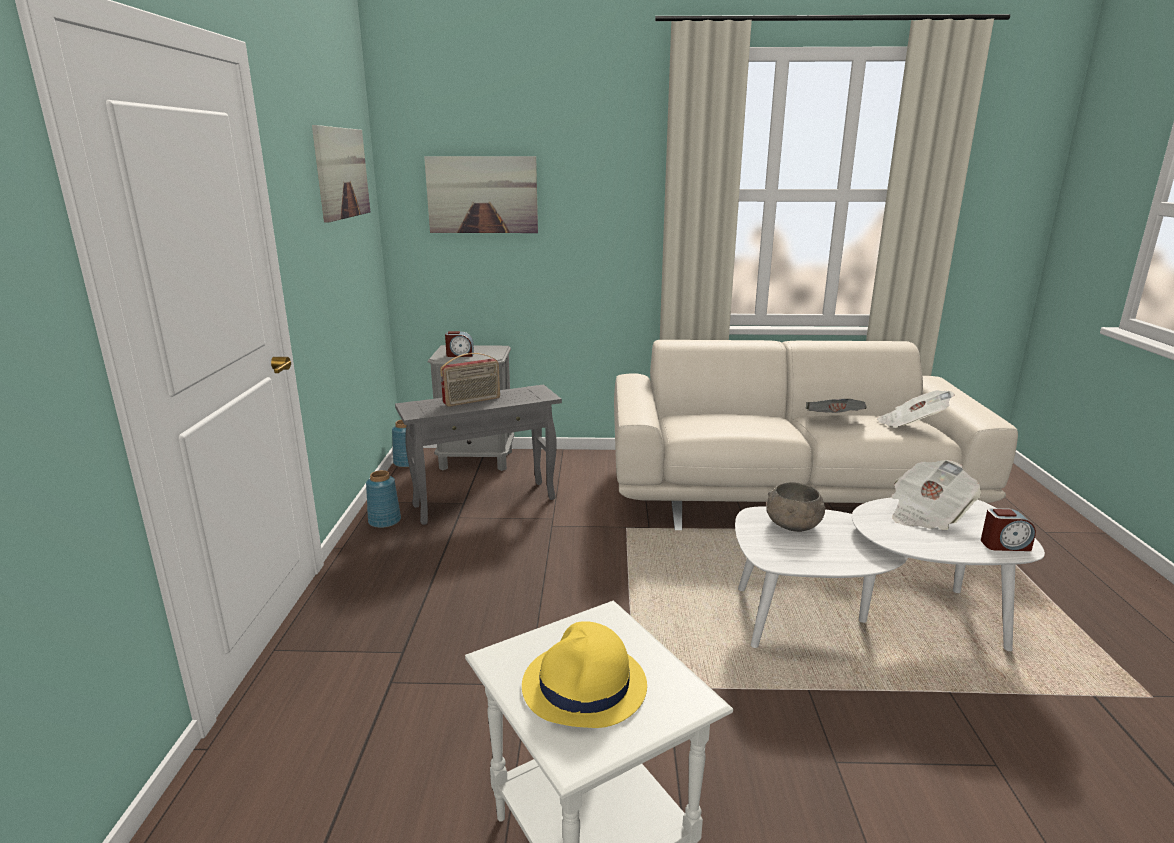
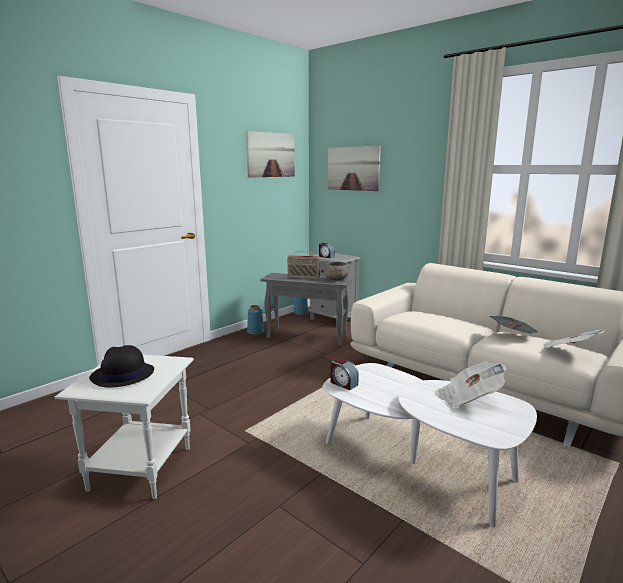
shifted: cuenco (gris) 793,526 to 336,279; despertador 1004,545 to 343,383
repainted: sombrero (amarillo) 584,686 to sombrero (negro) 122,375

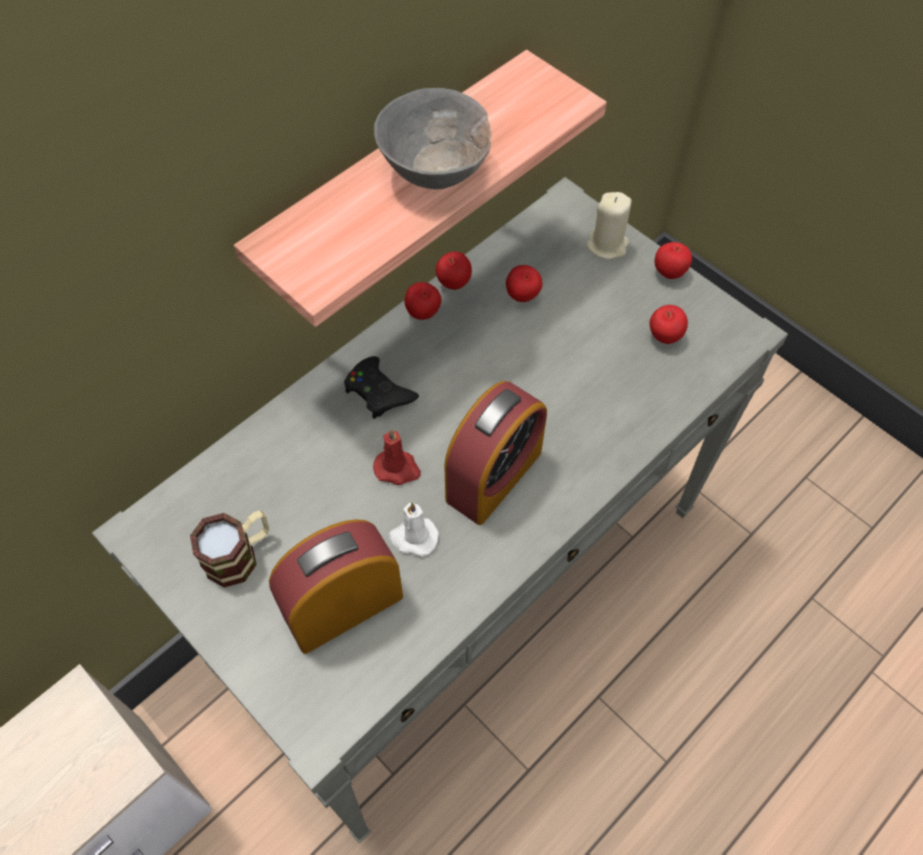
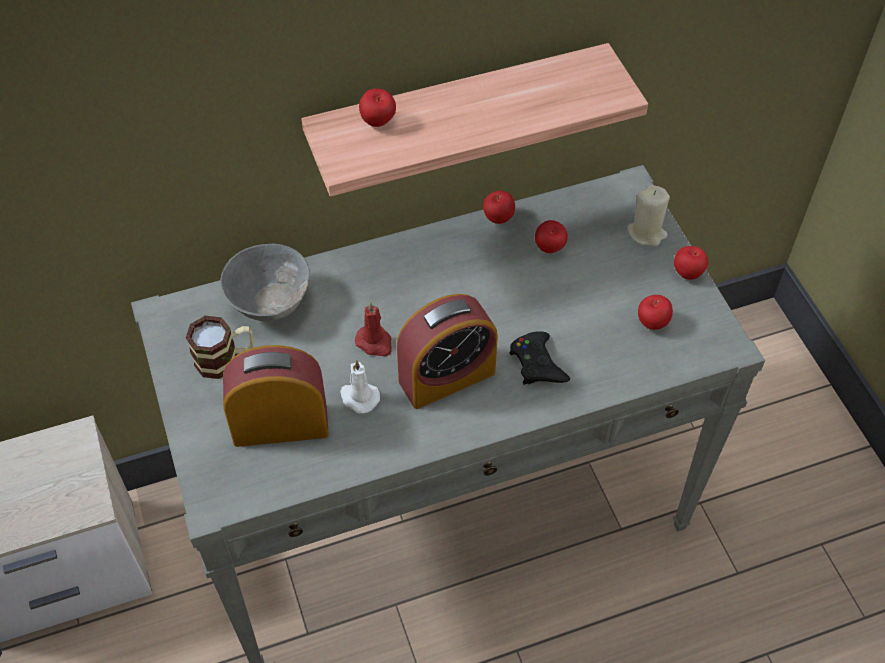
shifted: mando de consola (negro) 378,392 to 537,363; cuenco (gris) 436,173 to 271,305; manzana 423,314 to 378,123

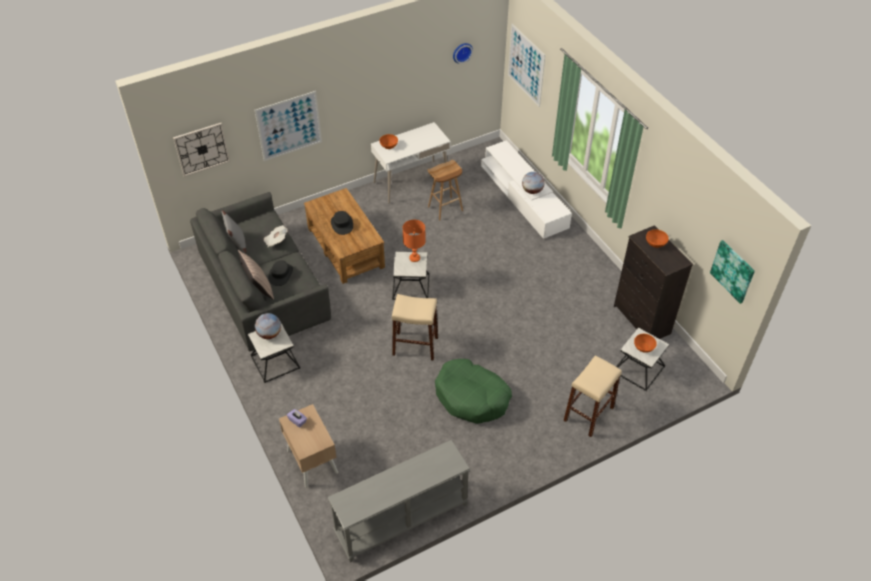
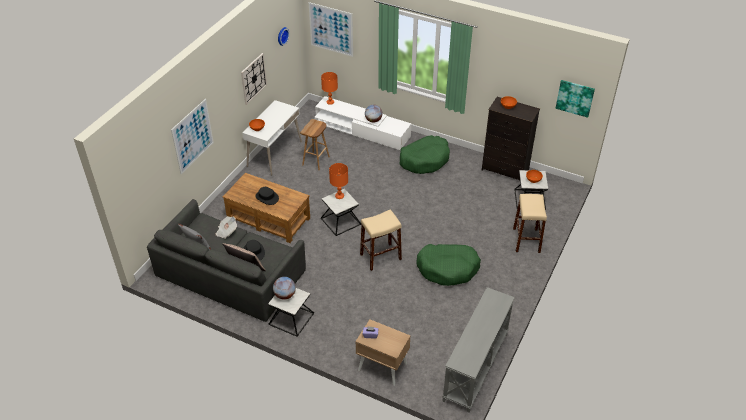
new: lámpara de mesa (naranja) 330,102; cama para perro (verde) 424,160
shifted: reloj de pared 202,149 to 253,78

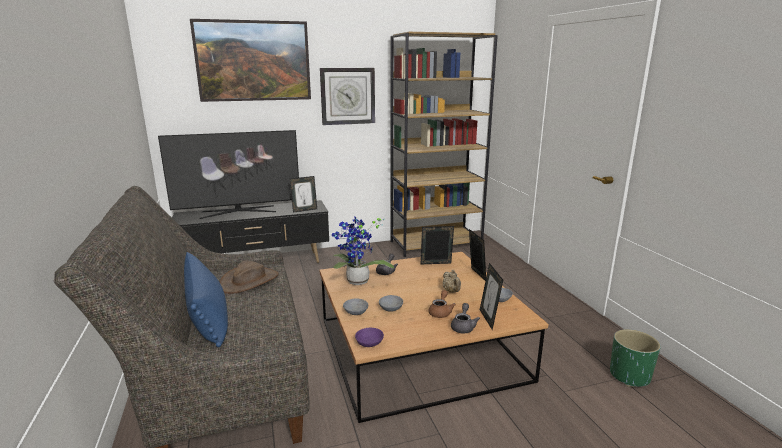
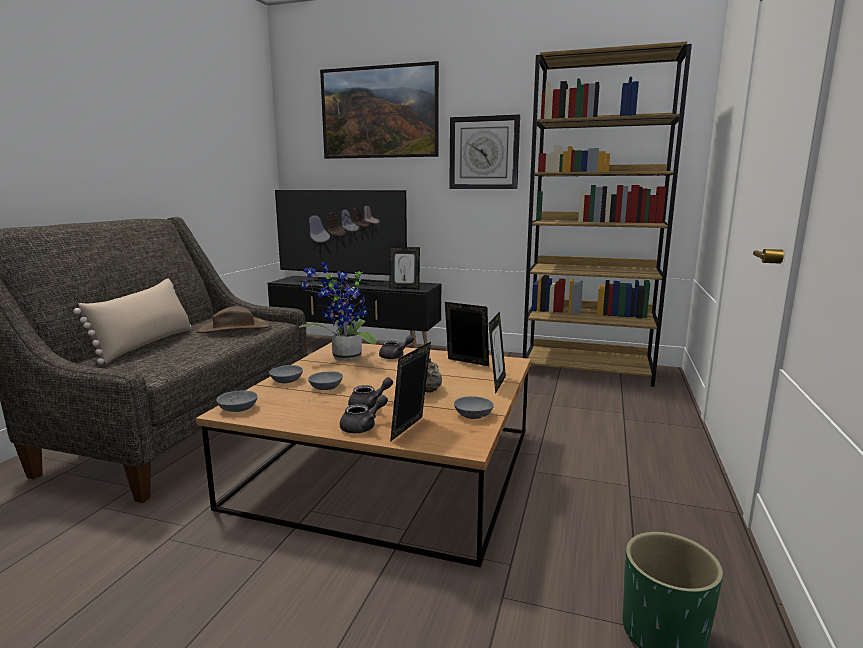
repainted: cojín (azul) 208,317 to cojín (beis) 146,344; cuenco (morado) 369,343 to cuenco (gris) 237,409; tetera (marrón) 440,312 to tetera (gris) 370,406

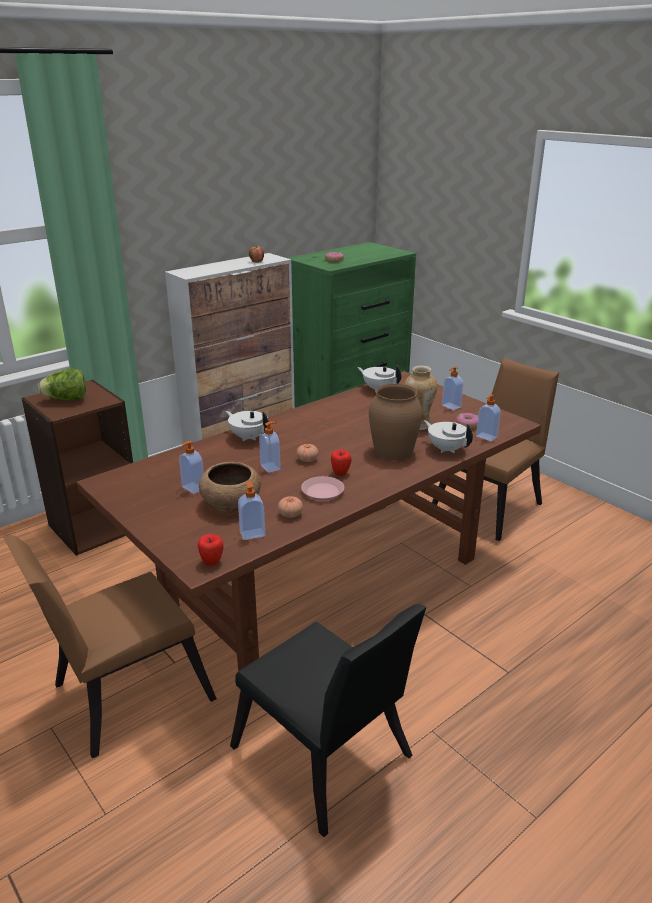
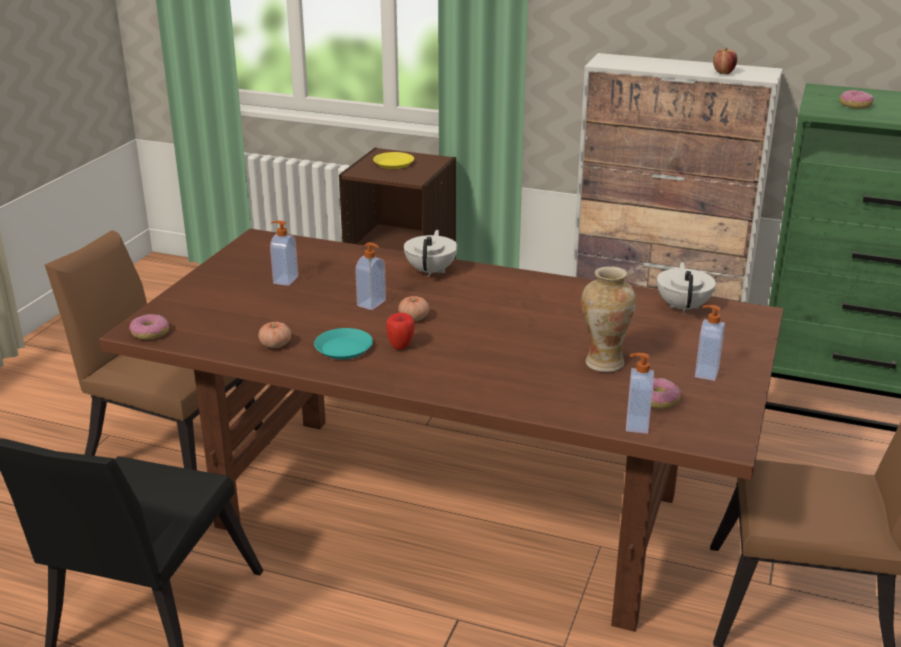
gone: cuenco (marrón) 232,503; dispensador de jabón 252,533; florero (marrón) 393,451; tetera (blanco) 446,449
swapped: lechuga 66,399 to plato (amarillo) 394,164; manzana 212,562 to rosquilla 150,333
repainted: plato (rosa) 322,491 to plato (turquesa) 344,348

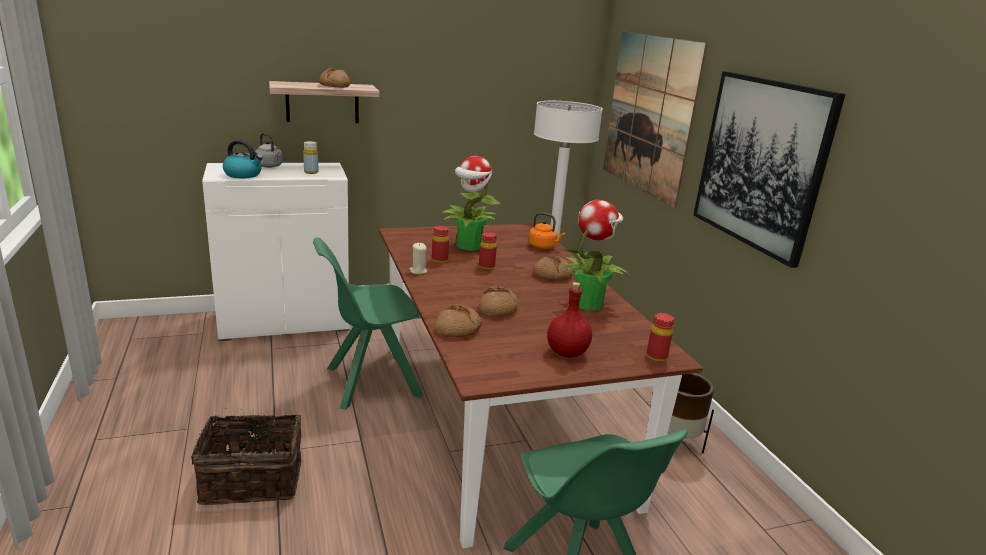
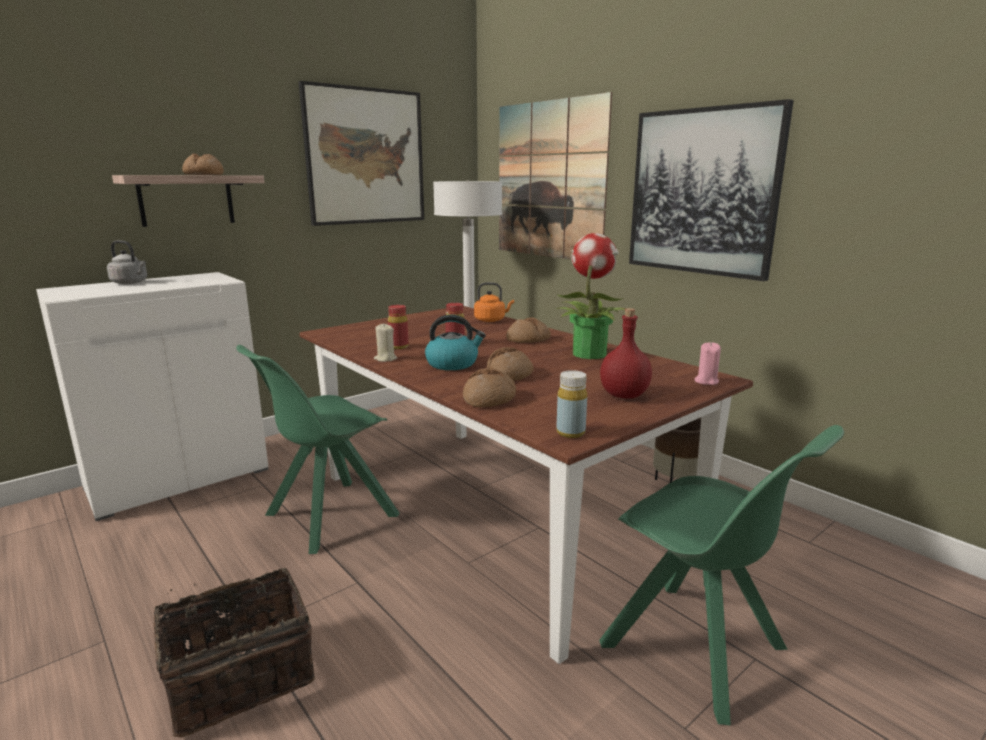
gone: planta en maceta 468,246
new: cuadro 365,157
shifted: hervidor 243,175 to 453,364; botella (amarillo) 311,172 to 570,433
swapped: botella (rojo) 656,357 to vela (rosa) 706,381

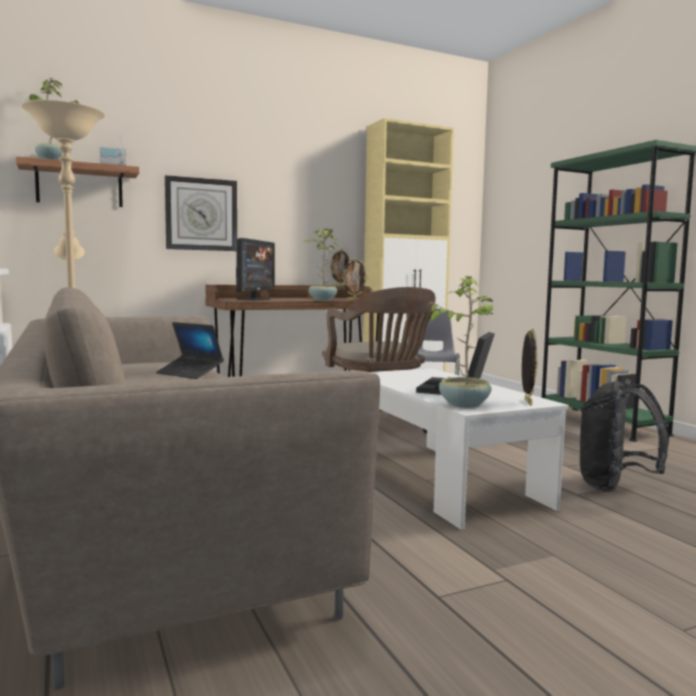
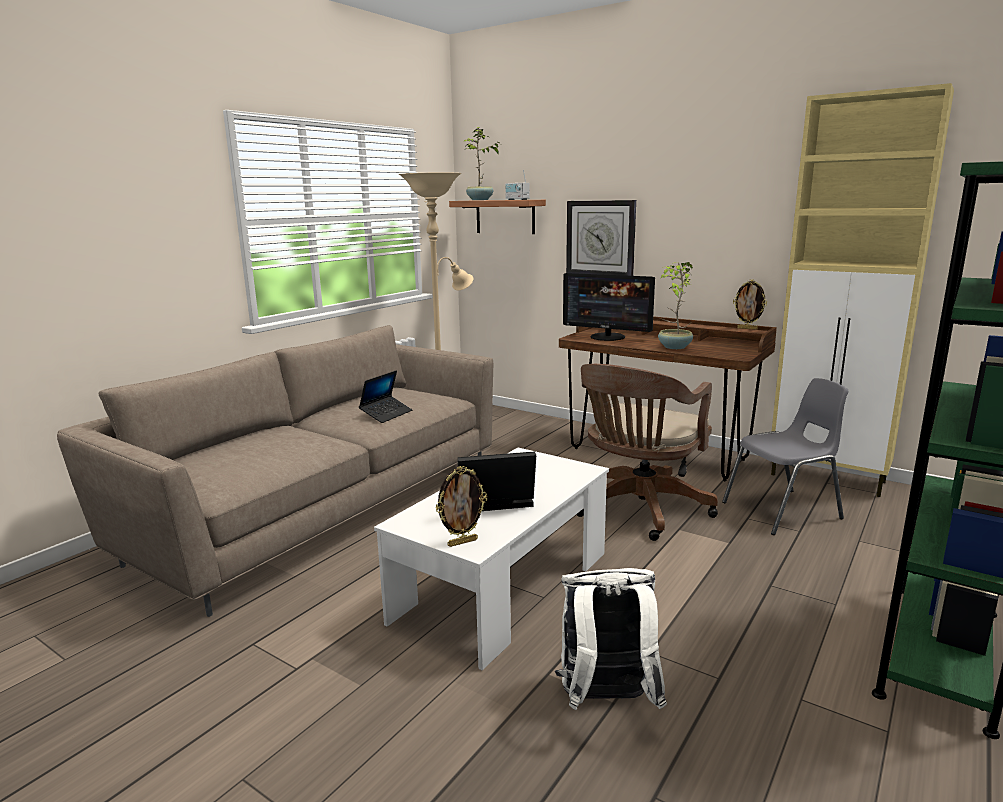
gone: portarretratos 354,300; planta en maceta 464,404
repainted: mochila (negro) 615,487 to mochila (blanco) 606,701
rotated: portátil 190,373 = 386,414 150 degrees counterclockwise; monitor 254,299 = 607,337 45 degrees clockwise

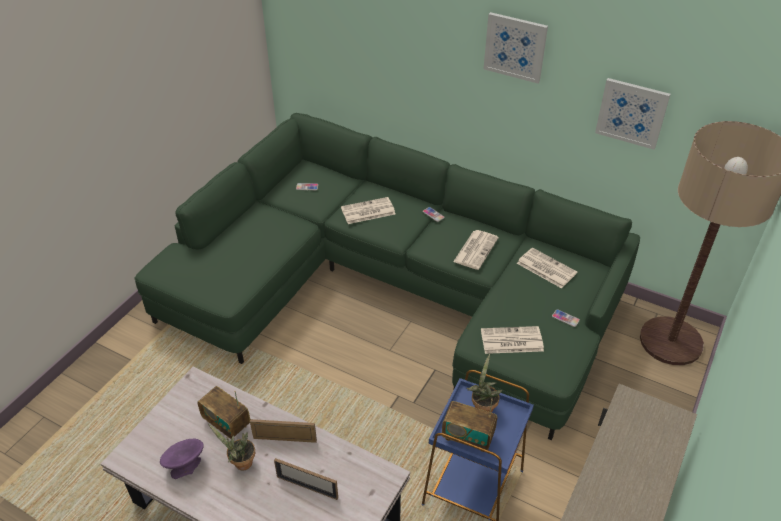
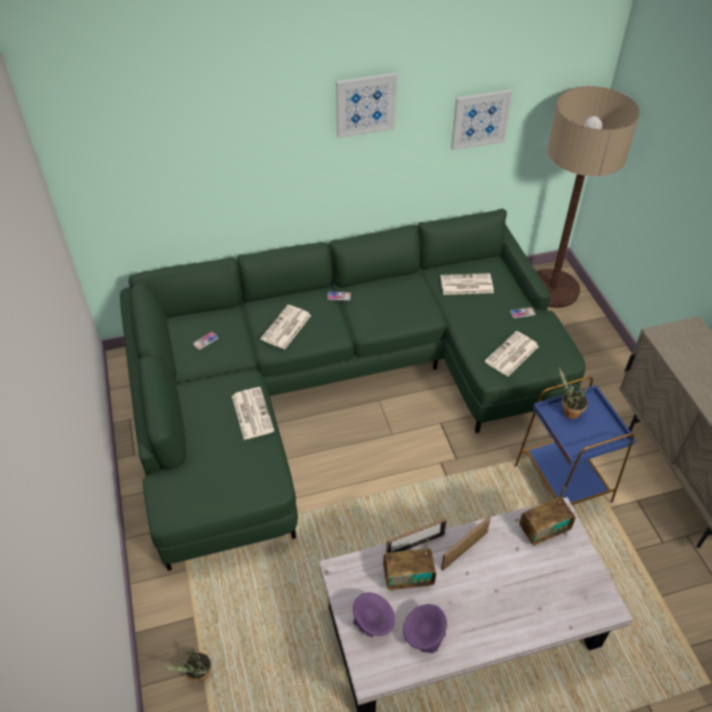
new: cuenco (morado) 373,623
shifted: planta en maceta 240,463 to 198,676; portarretratos 307,487 to 415,545; radio 468,437 to 543,530; periódico 475,249 to 252,413

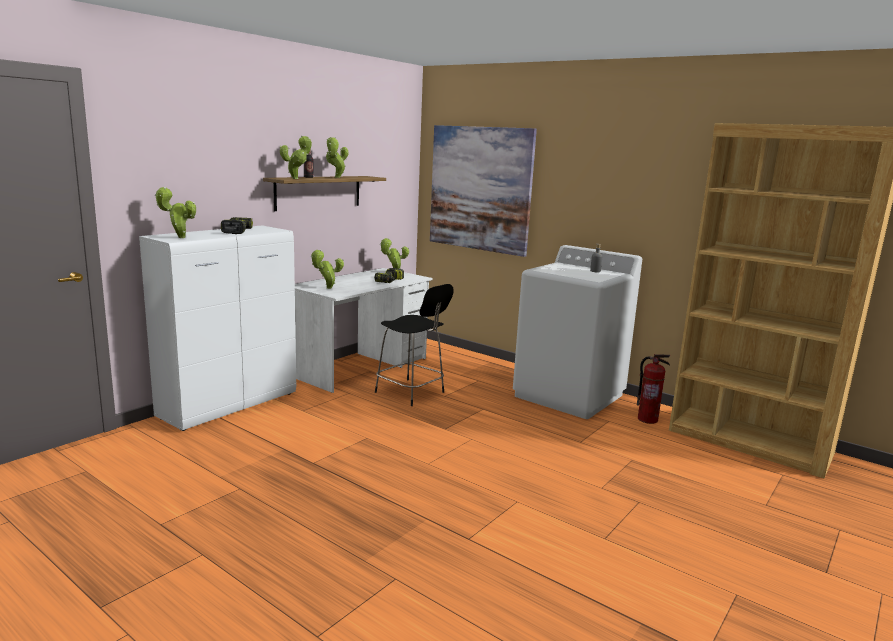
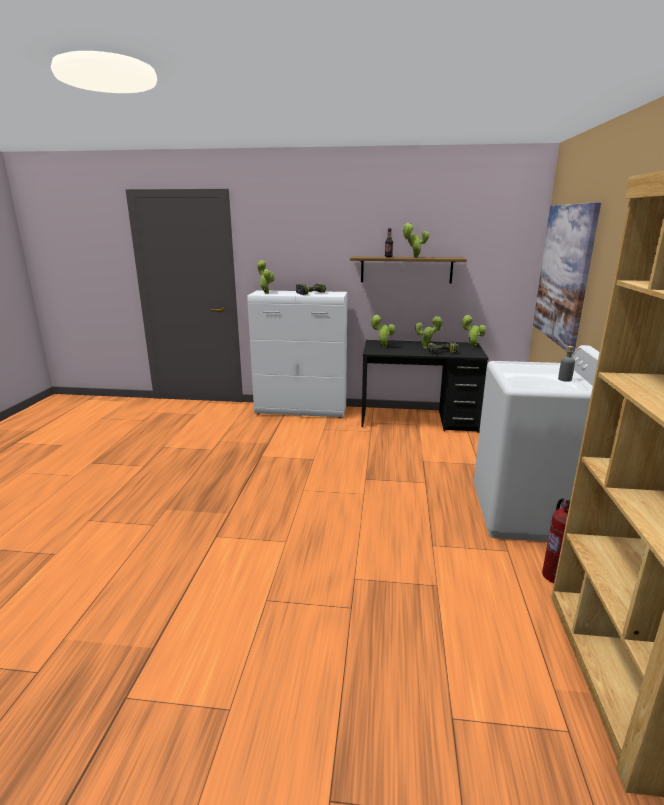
gone: taburete (negro) 411,393
shifted: planta en maceta 297,178 to 427,347
repainted: escritorio (blanco) 360,367 to escritorio (negro) 418,420

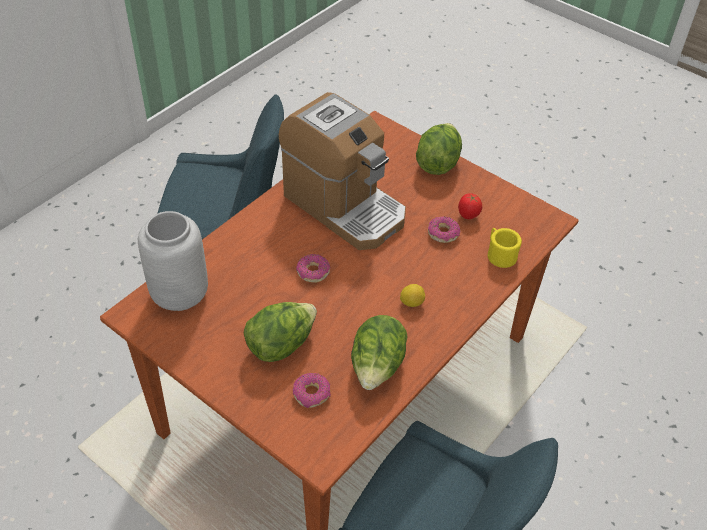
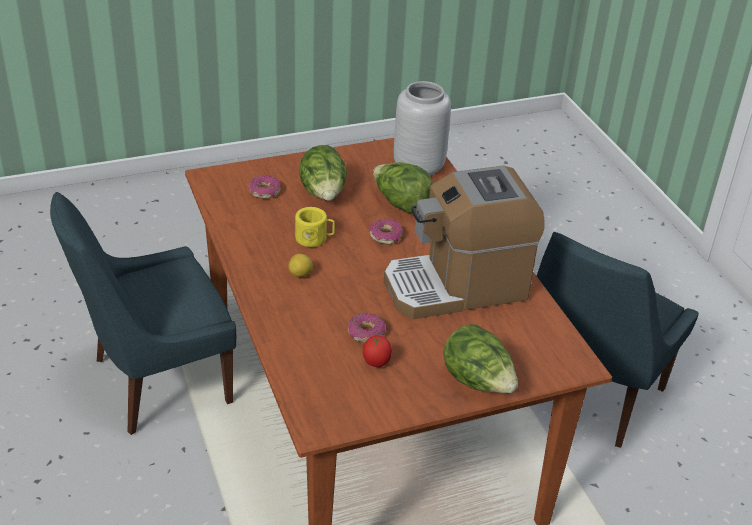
shifted: lechuga 377,367 to 401,204; taza grande (amarillo) 500,255 to 314,238

